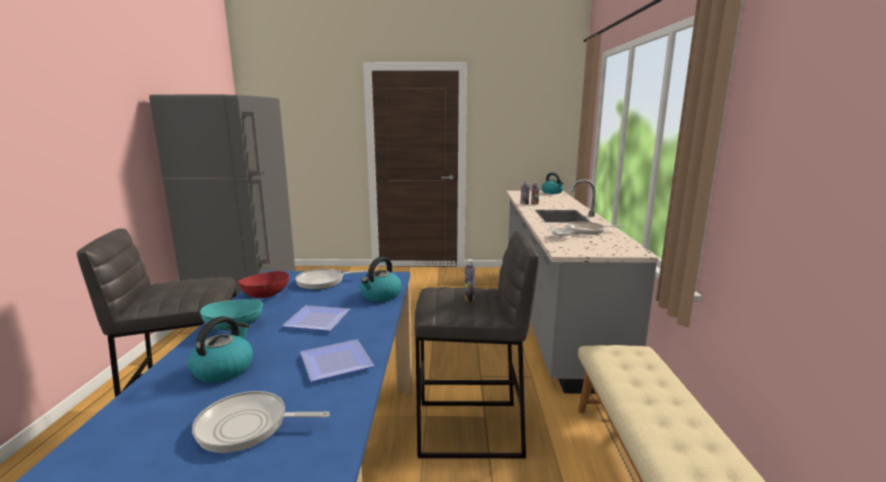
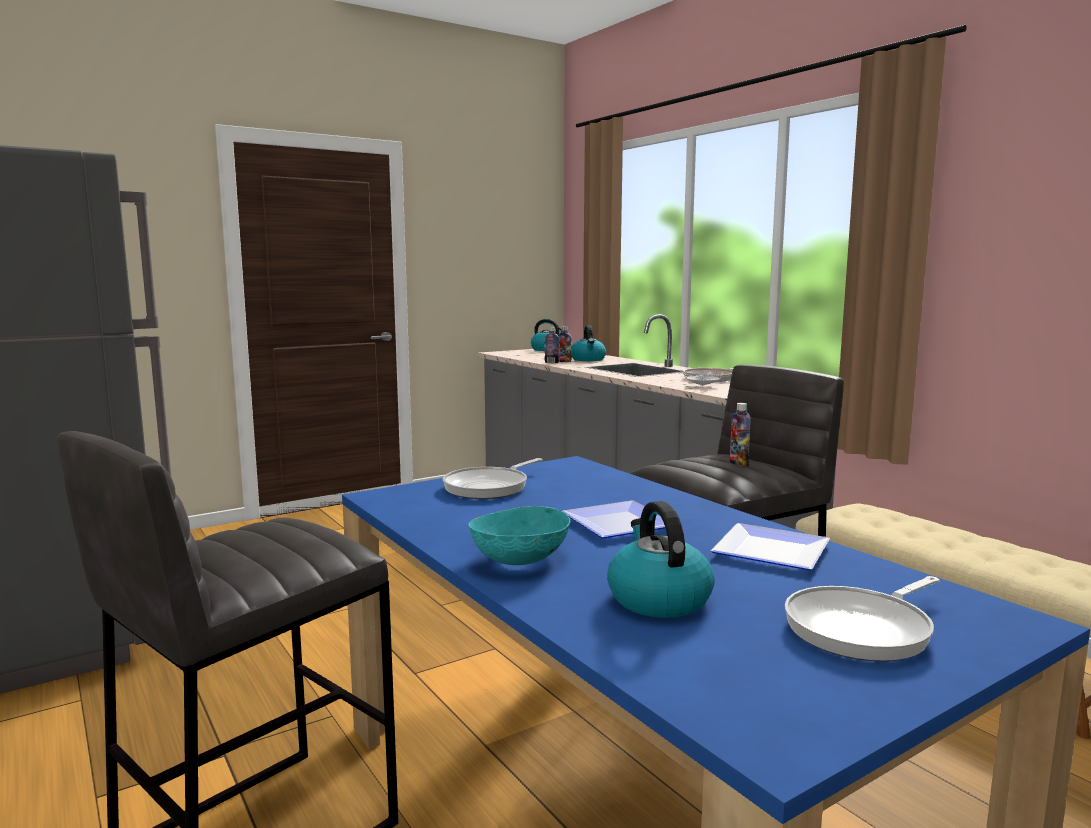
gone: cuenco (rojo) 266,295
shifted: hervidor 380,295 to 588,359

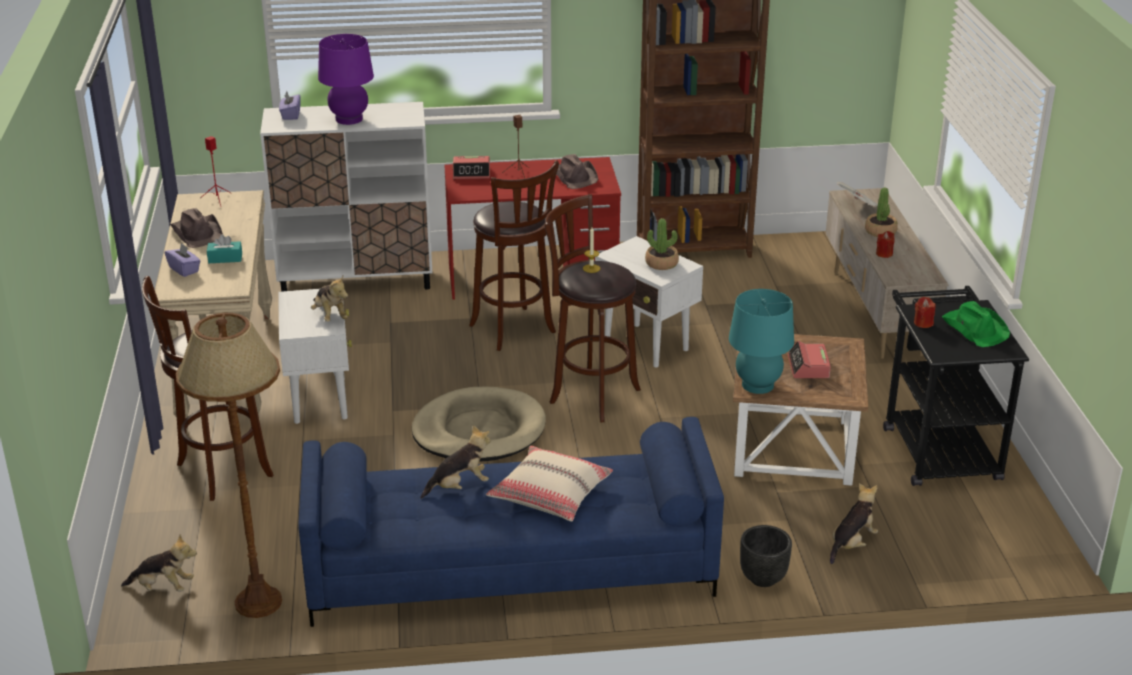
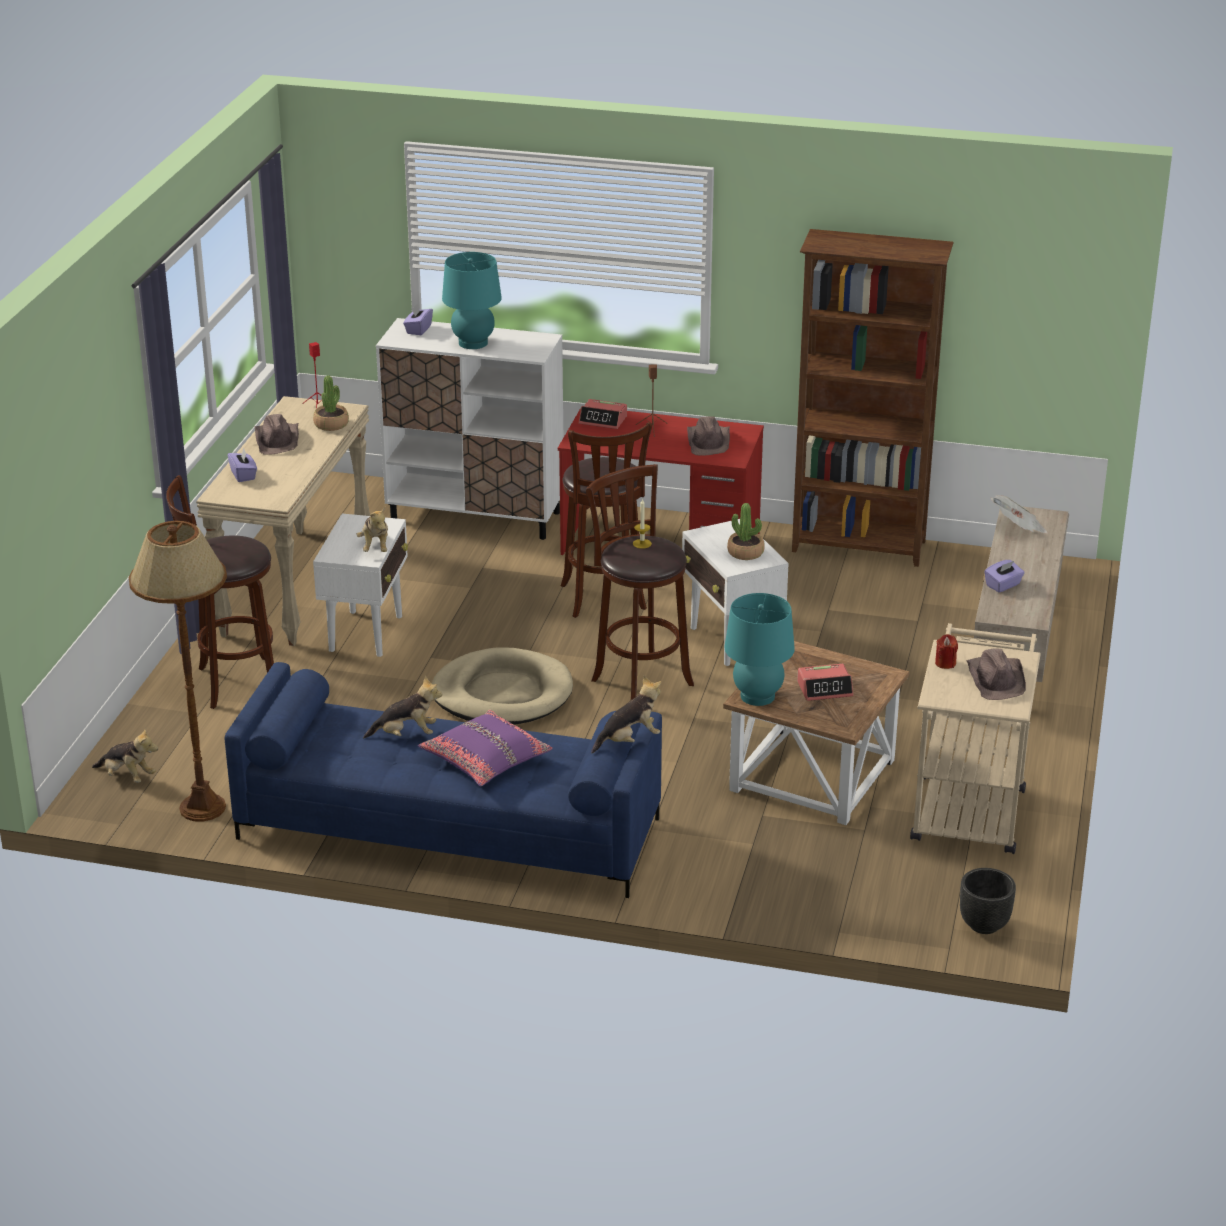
gone: caja de pañuelos (turquesa) 225,258
shifted: maceta (negro) 762,579 to 983,925; peluche 852,544 to 629,740; planta en maceta 880,231 to 331,424
swapped: vela (rojo) 884,254 to caja de pañuelos (morado) 1003,585
repainted: lámpara de mesa (morado) 349,119 to lámpara de mesa (turquesa) 473,343; cojín (beis) 550,494 to cojín (morado) 485,759; carrito (negro) 937,447 to carrito (beis) 969,806; sombrero (verde) 974,328 to sombrero (marrón) 996,679
rotated: despertador 808,367 = 825,689 120 degrees counterclockwise

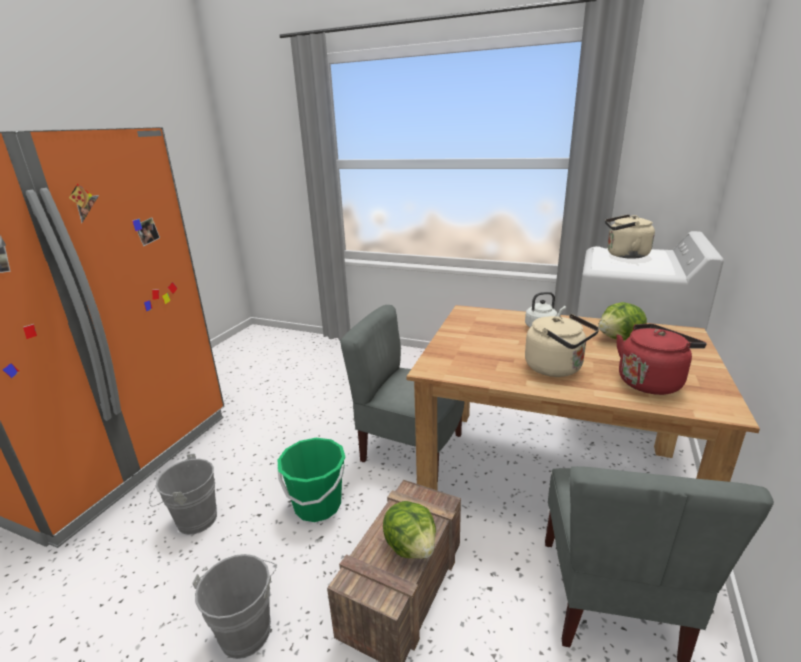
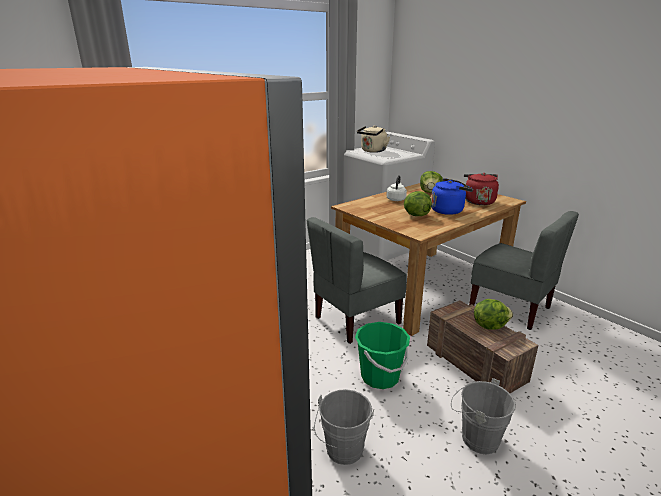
new: lechuga 415,215
repainted: hervidor (beis) 557,368 to hervidor (azul) 448,210

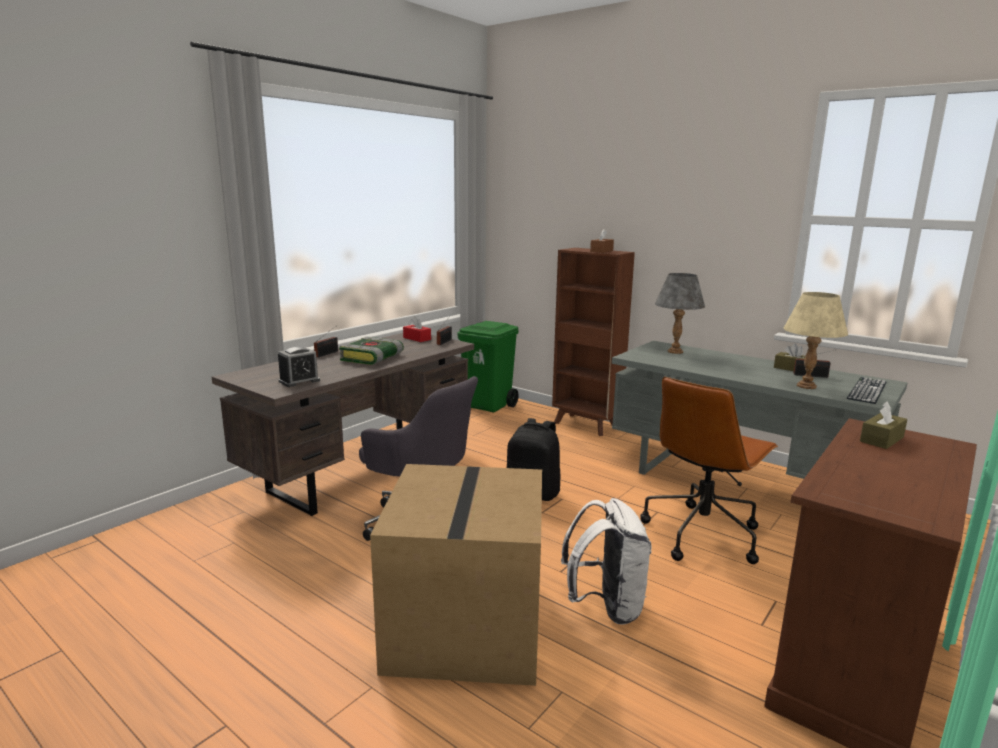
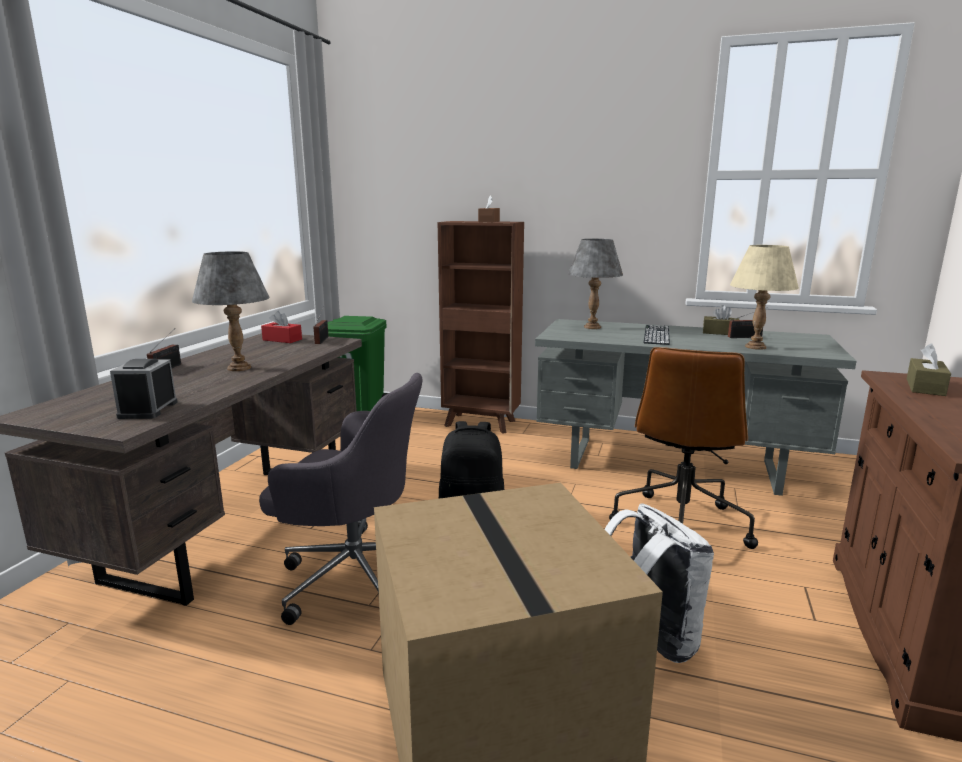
shifted: teclado 867,390 to 656,335
swapped: libro 372,358 to lámpara de mesa (gris) 239,368
rotated: despertador 299,381 = 148,409 150 degrees clockwise

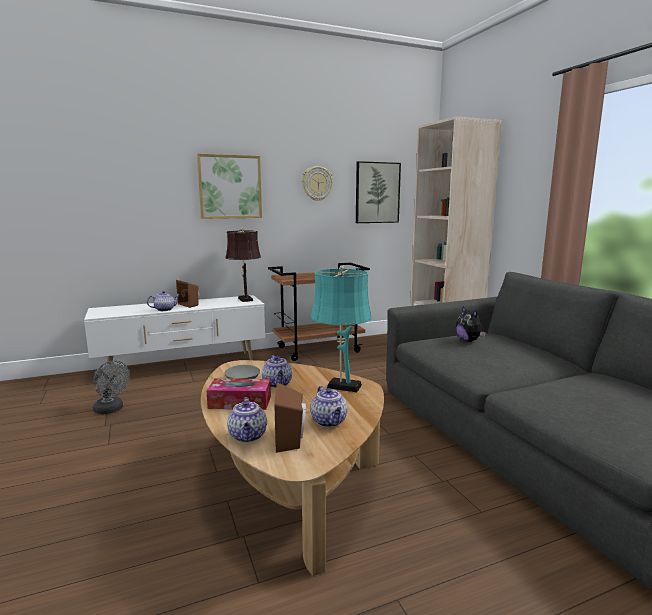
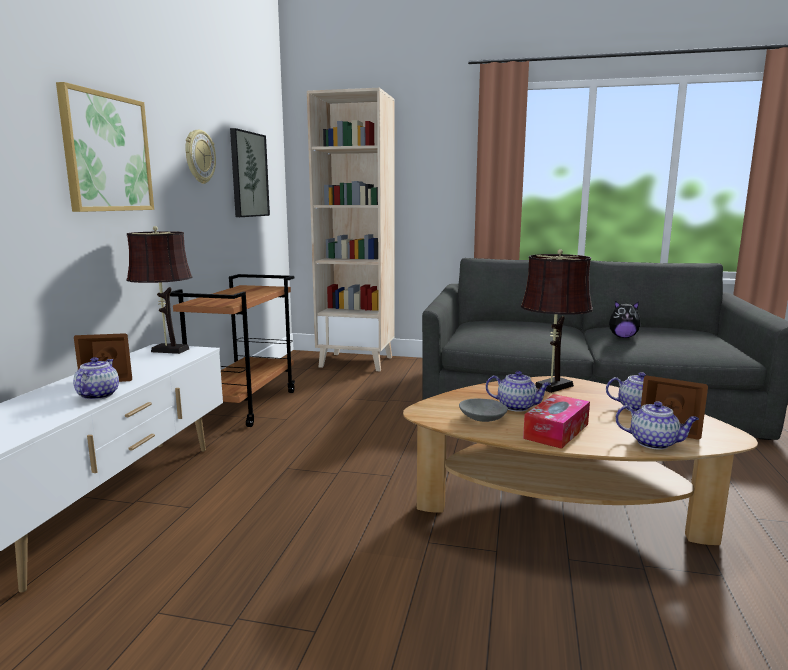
gone: ventilador (gris) 111,410
shifted: peluche 469,341 to 623,337
repainted: lámpara de mesa (turquesa) 341,386 to lámpara de mesa (marrón) 551,387

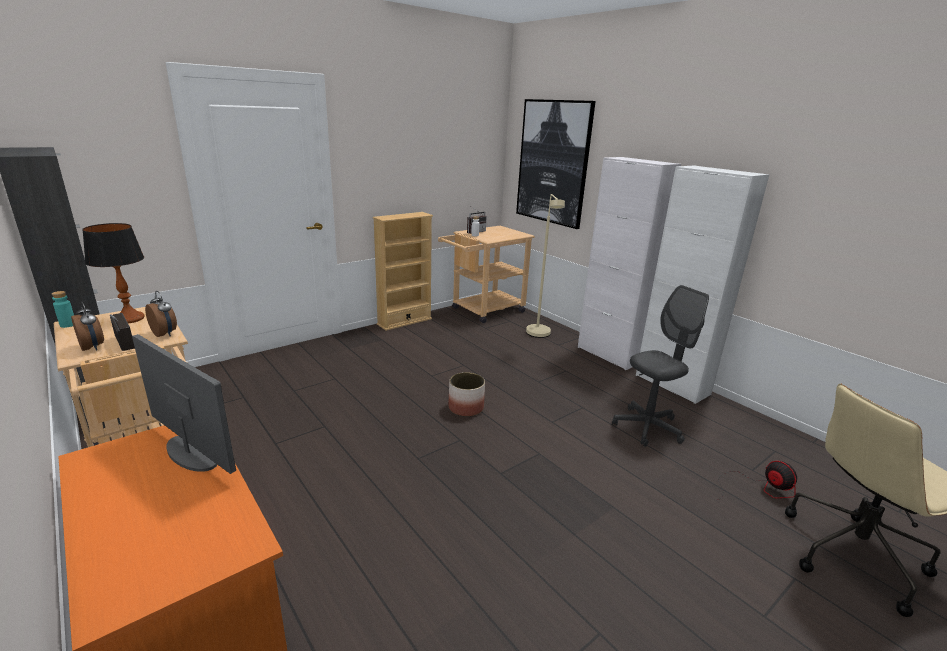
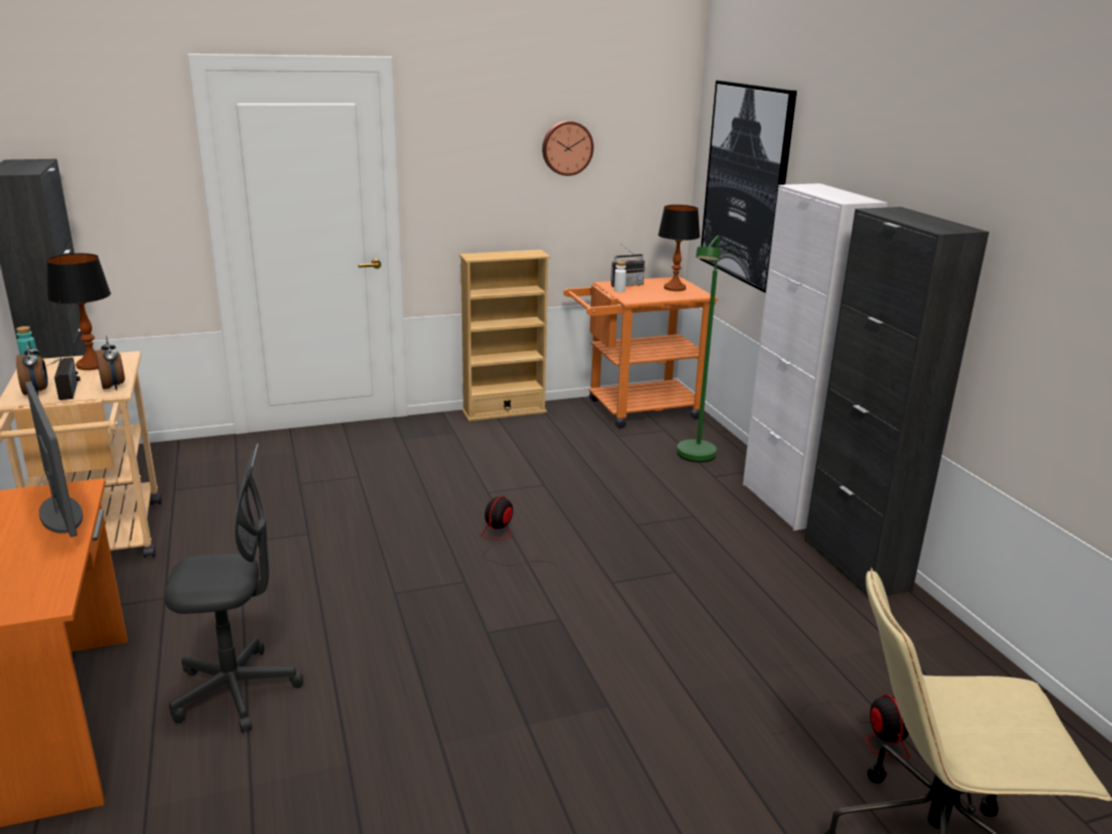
new: reloj de pared 566,148; lámpara de mesa 674,288
shifted: silla de oficina (gris) 647,427 to 236,691
swapped: maceta 465,407 to ventilador 503,542
repainted: carrito (beis) 483,311 to carrito (naranja) 634,410; lámpara de pie (beis) 539,335 to lámpara de pie (verde) 694,458; armario (blanco) 672,384 to armario (negro) 856,564

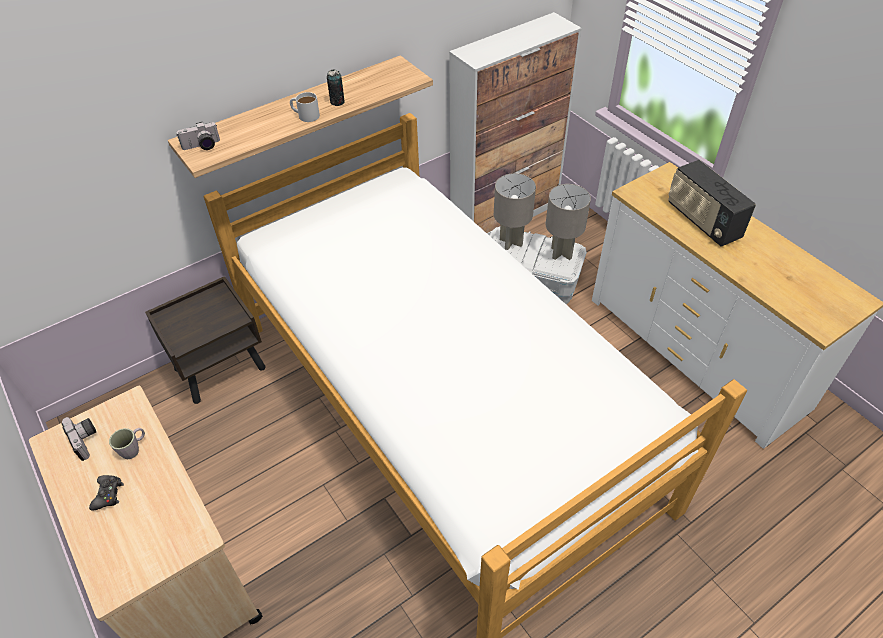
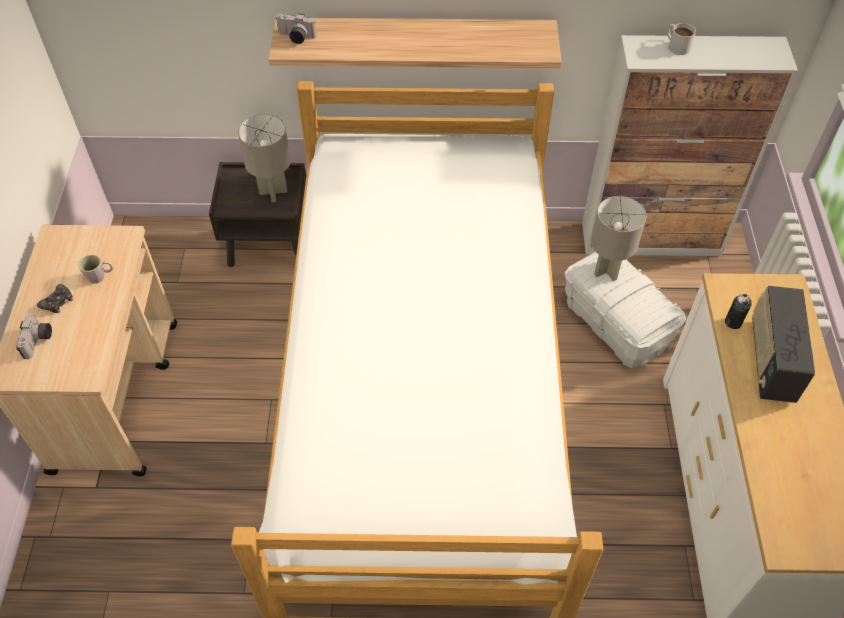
shifted: cámara 86,440 to 39,341; taza grande (blanco) 305,115 to 676,45; lata 337,102 to 733,322; lámpara de mesa (gris) 561,253 to 273,192

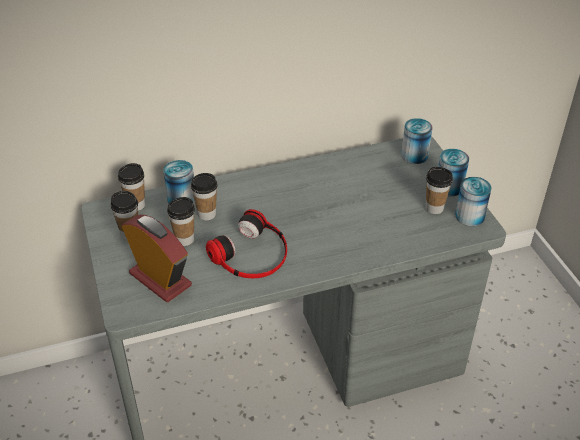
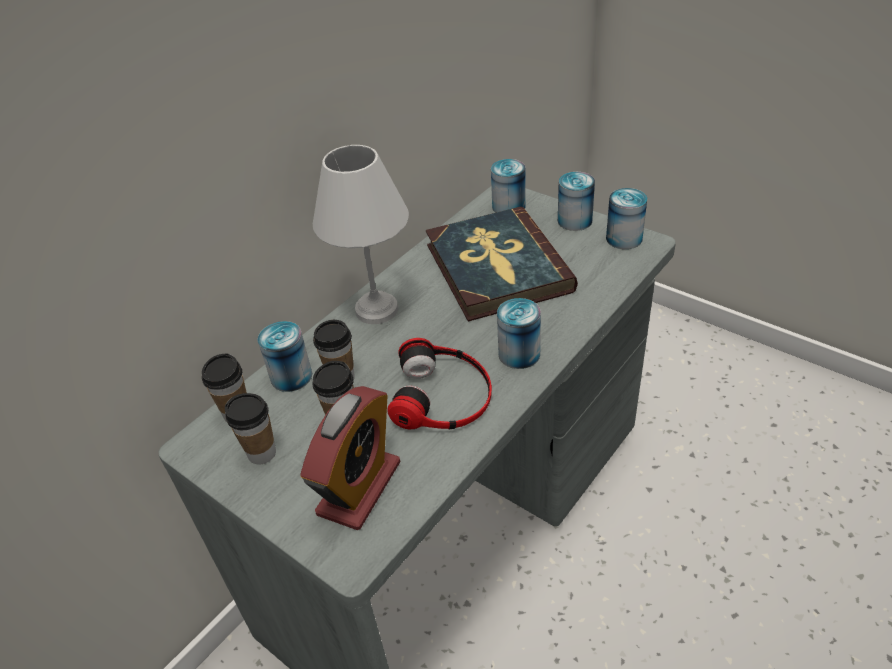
gone: taza 434,208
new: lámpara de mesa (blanco) 379,309; libro 496,268; lata 519,354
rotated: despertador 160,279 = 359,488 105 degrees clockwise

